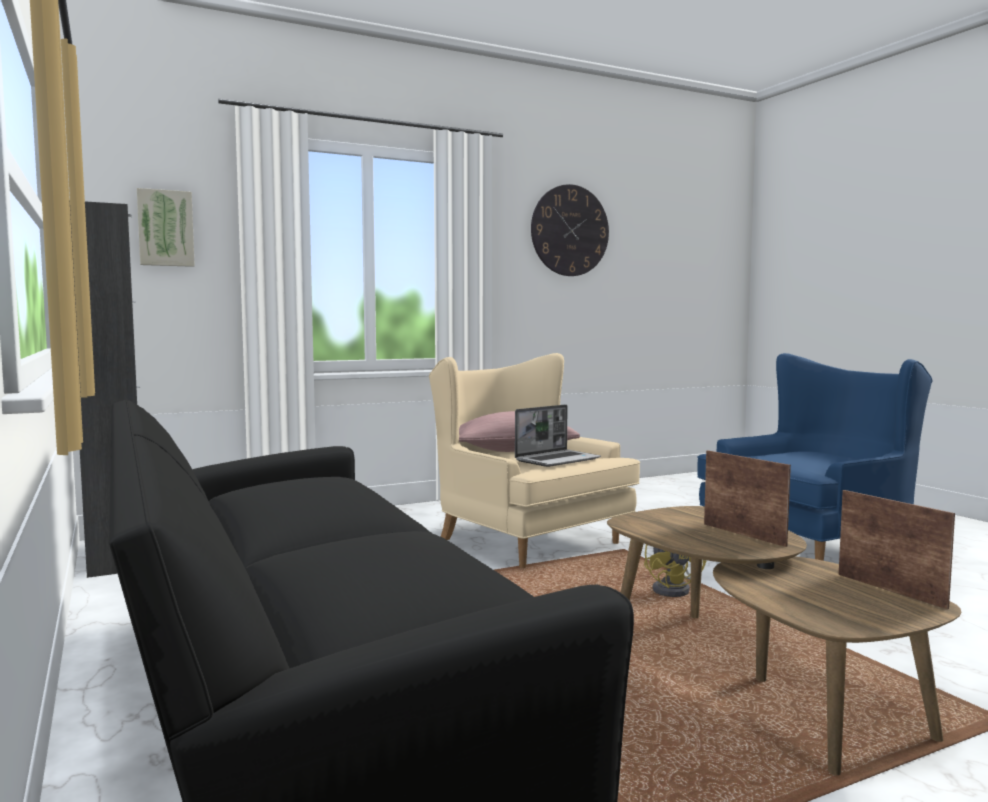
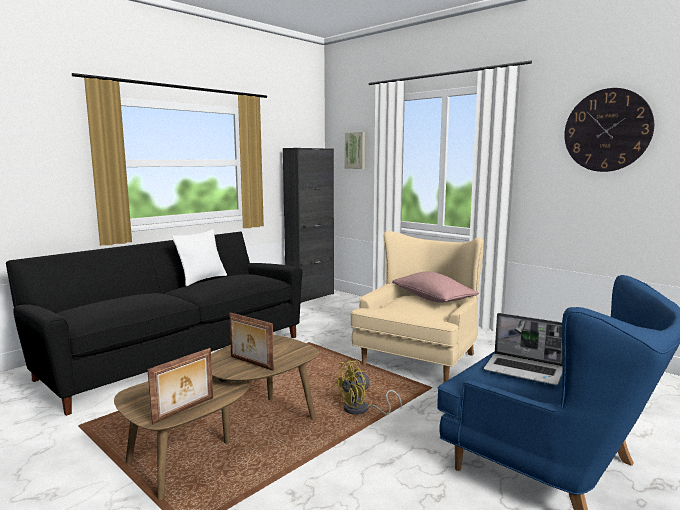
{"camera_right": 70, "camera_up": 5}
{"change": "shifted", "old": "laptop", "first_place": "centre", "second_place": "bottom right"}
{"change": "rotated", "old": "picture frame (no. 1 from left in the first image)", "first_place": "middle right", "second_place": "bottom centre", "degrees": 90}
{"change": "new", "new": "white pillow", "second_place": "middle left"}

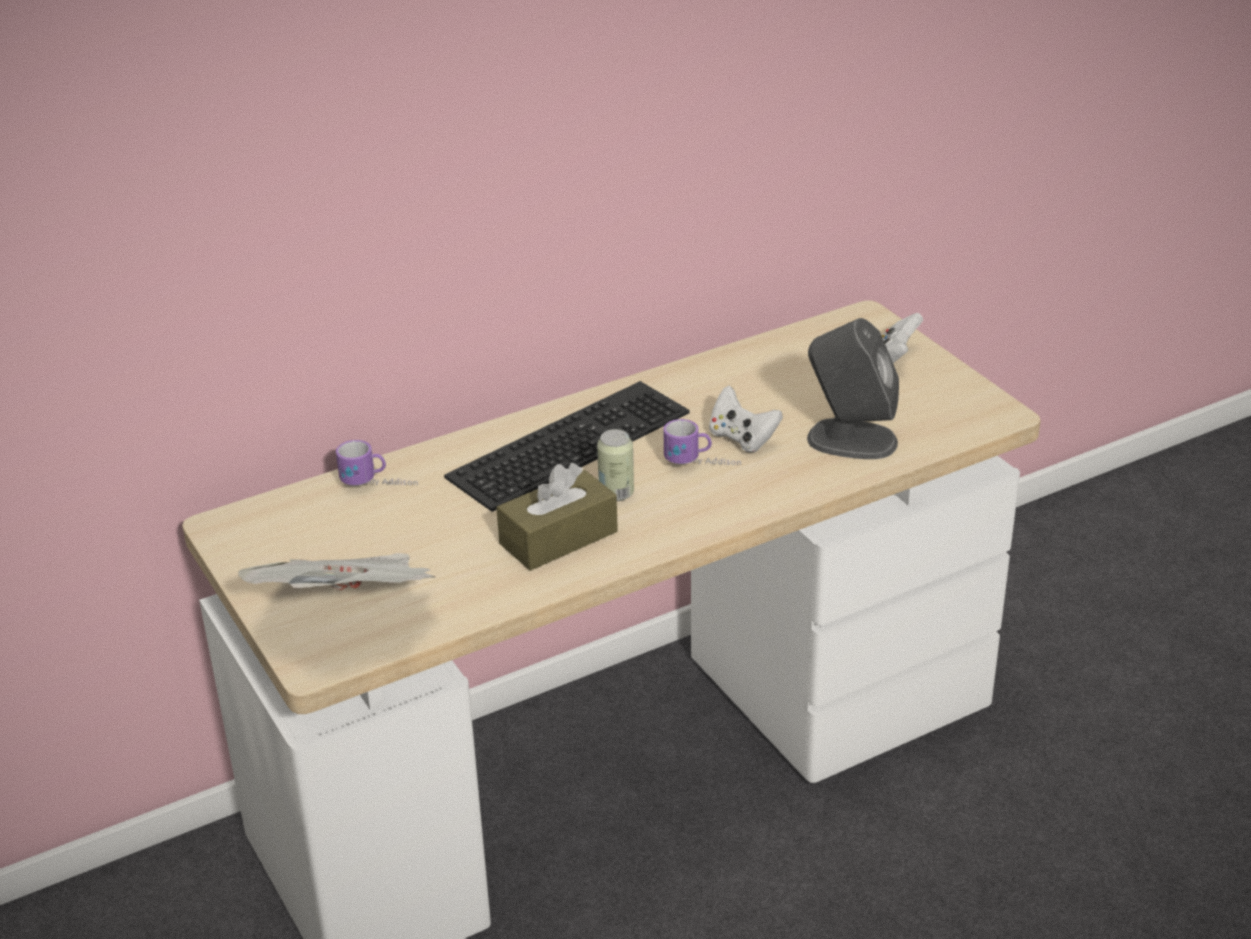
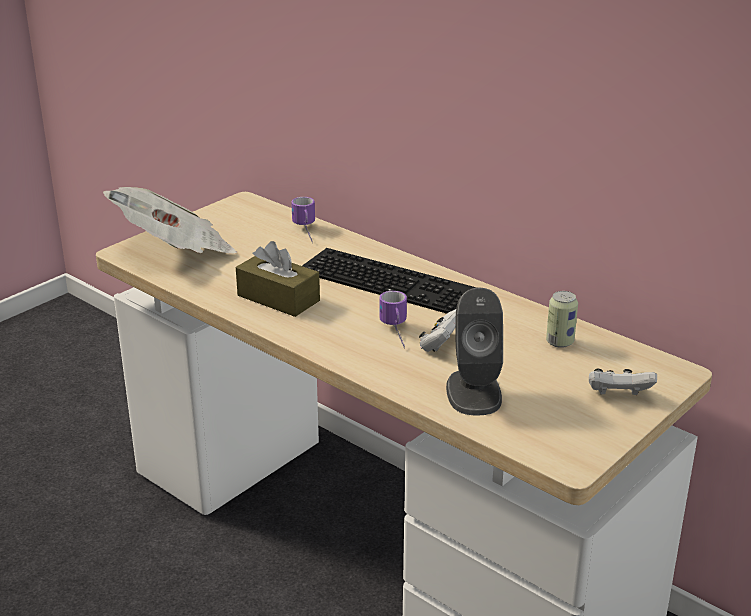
{"camera_right": 70, "camera_up": -5}
{"change": "shifted", "old": "can", "first_place": "centre", "second_place": "middle right"}

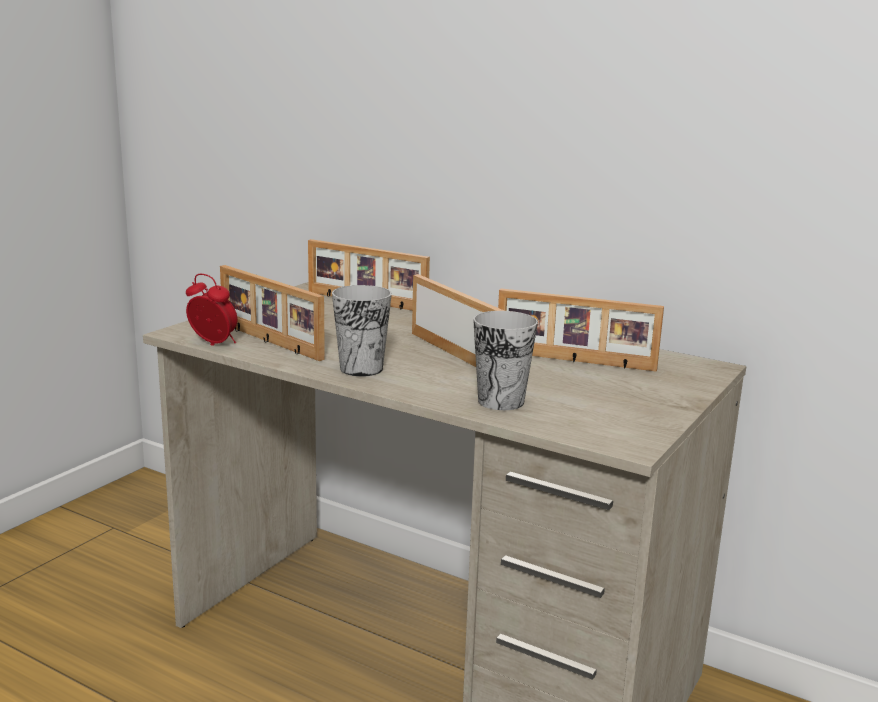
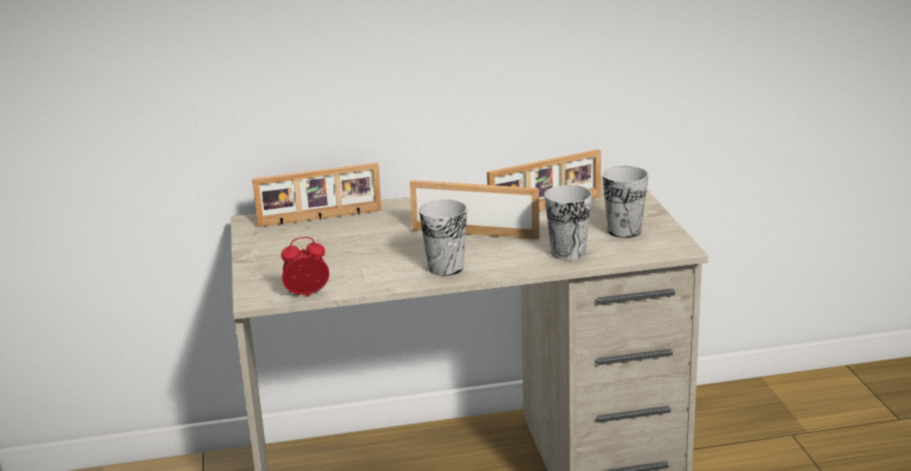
{"camera_right": -40, "camera_up": 5}
{"change": "gone", "old": "picture frame (no. 1 from left)", "first_place": "middle left"}
{"change": "new", "new": "cup (no. 3 from left)", "second_place": "middle right"}

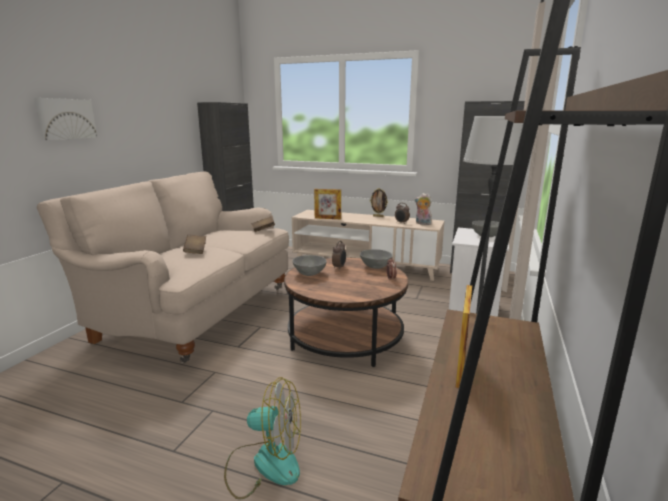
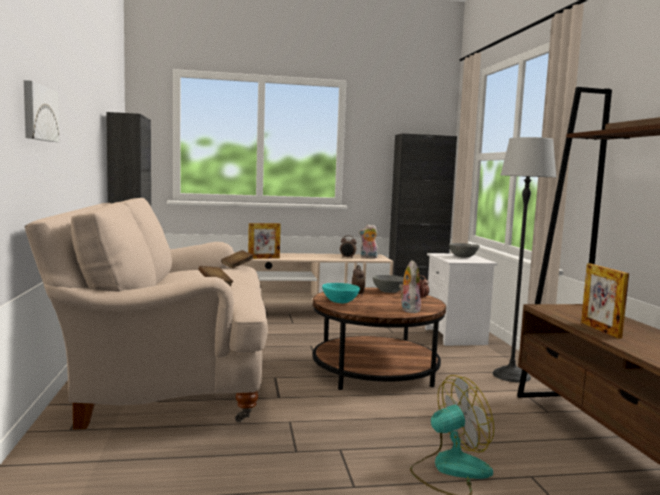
{"camera_right": -30, "camera_up": -10}
{"change": "gone", "old": "picture frame (no. 2 from left)", "first_place": "centre"}
{"change": "repainted", "old": "grey bowl (no. 1 from left)", "new": "turquoise bowl", "first_place": "centre", "second_place": "centre"}
{"change": "new", "new": "plush toy (no. 2 from left)", "second_place": "centre"}

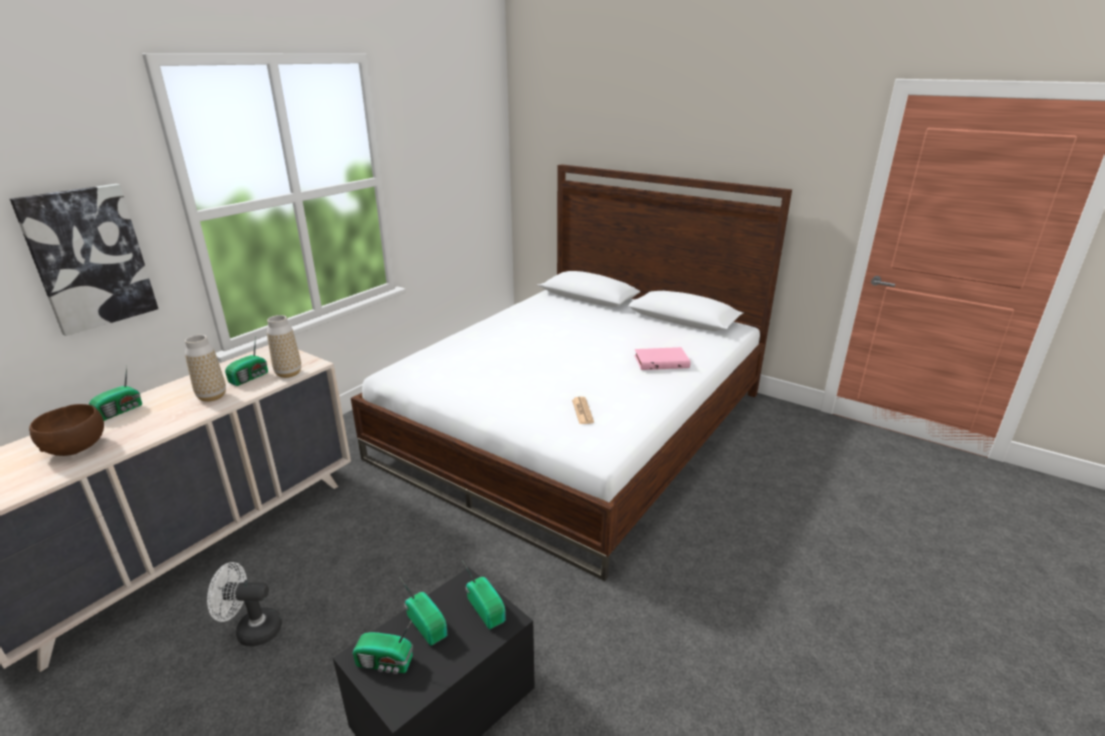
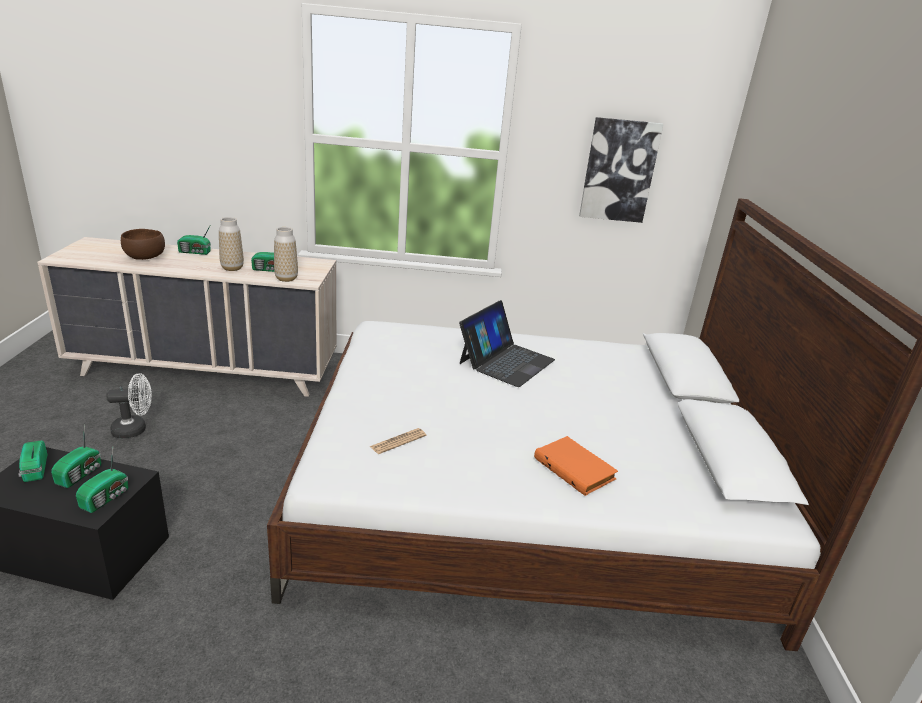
{"camera_right": 55, "camera_up": 0}
{"change": "shifted", "old": "picture", "first_place": "middle left", "second_place": "top right"}
{"change": "repainted", "old": "pink book", "new": "orange book", "first_place": "centre", "second_place": "centre"}
{"change": "rotated", "old": "white fan", "first_place": "bottom left", "second_place": "middle left", "degrees": 105}
{"change": "new", "new": "laptop", "second_place": "centre"}

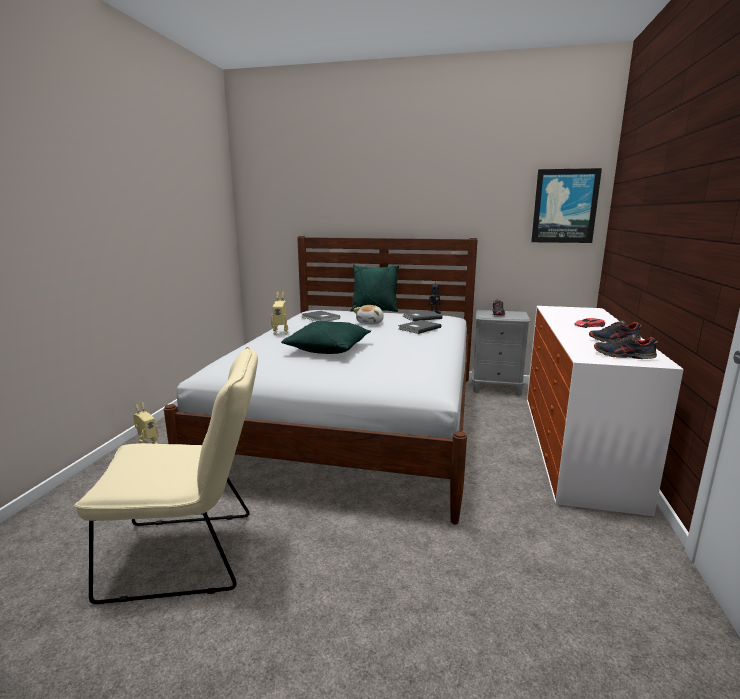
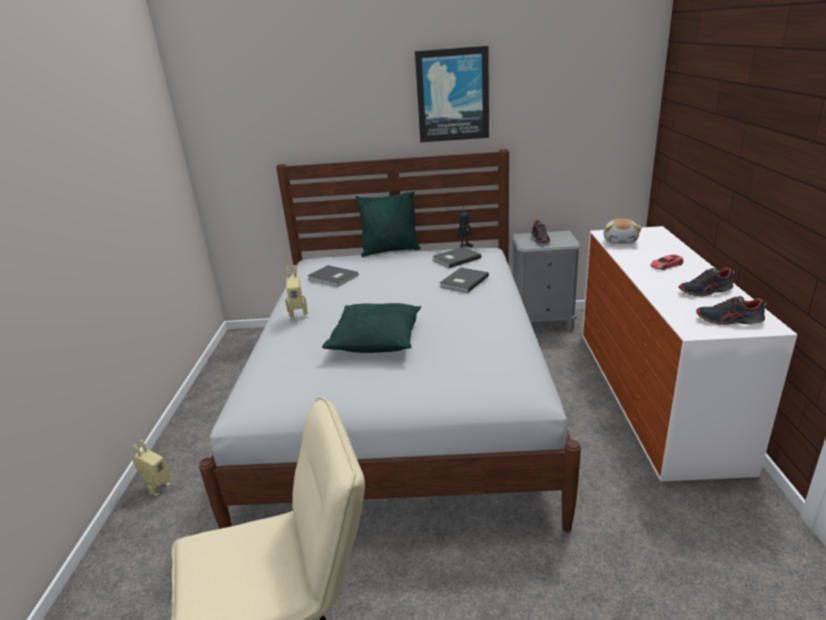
{"camera_right": -10, "camera_up": 10}
{"change": "shifted", "old": "picture", "first_place": "top right", "second_place": "top centre"}
{"change": "shifted", "old": "plush toy", "first_place": "centre", "second_place": "middle right"}

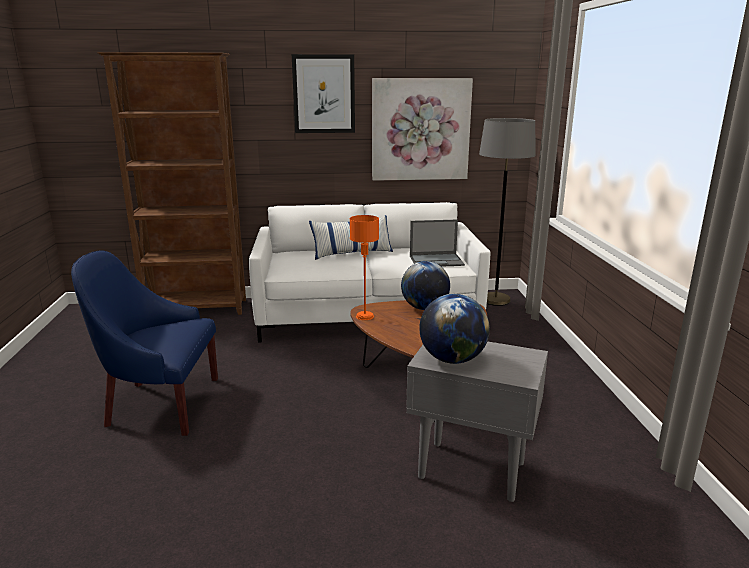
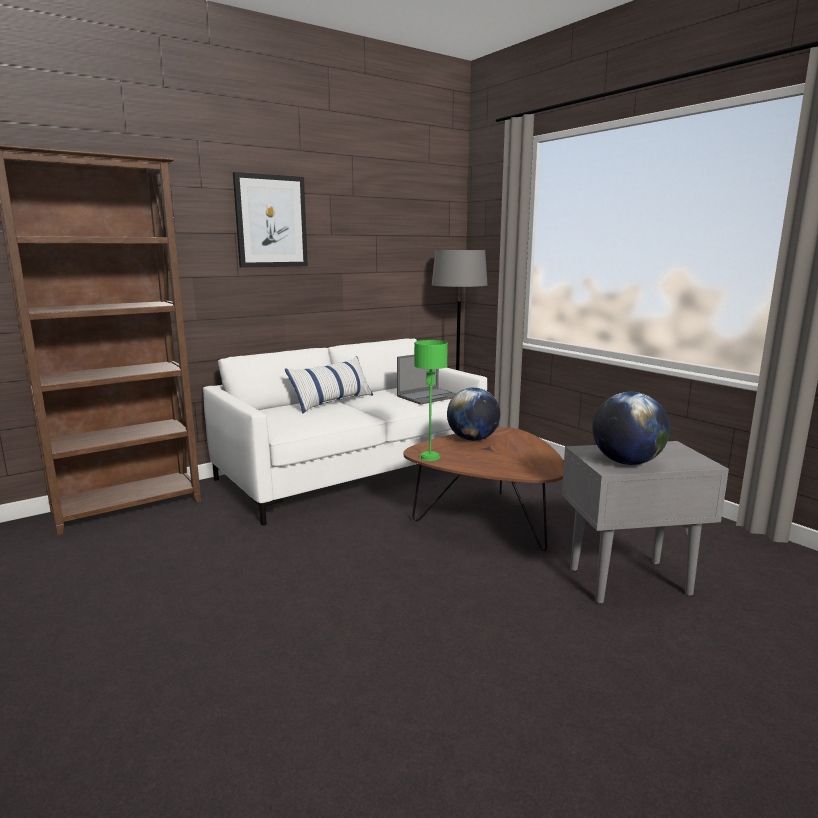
{"camera_right": -30, "camera_up": -5}
{"change": "gone", "old": "picture (no. 2 from left)", "first_place": "top centre"}
{"change": "repainted", "old": "orange table lamp", "new": "green table lamp", "first_place": "centre", "second_place": "centre"}
{"change": "gone", "old": "blue armchair", "first_place": "middle left"}

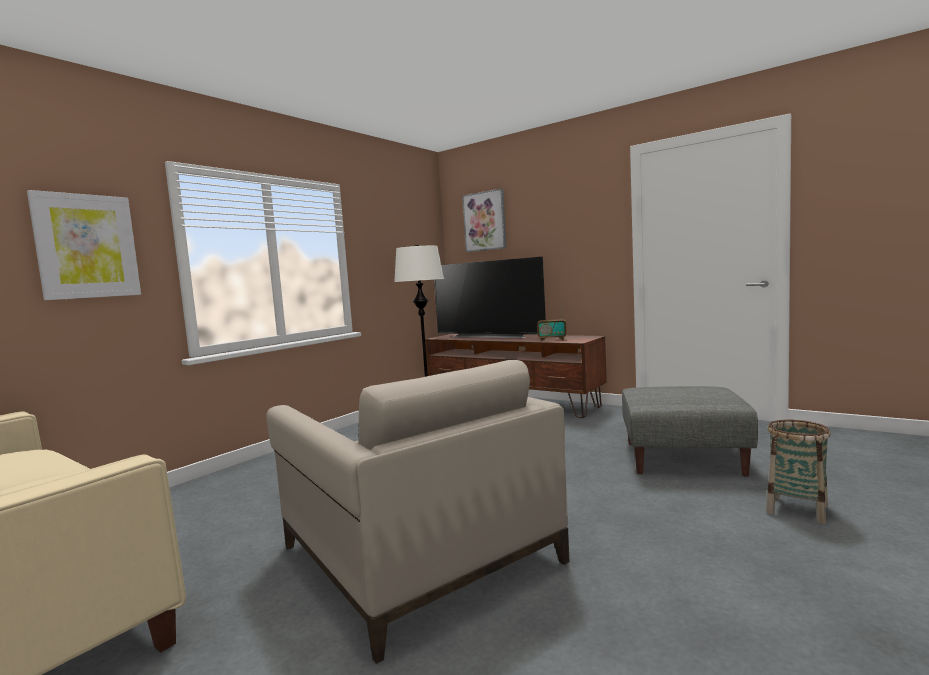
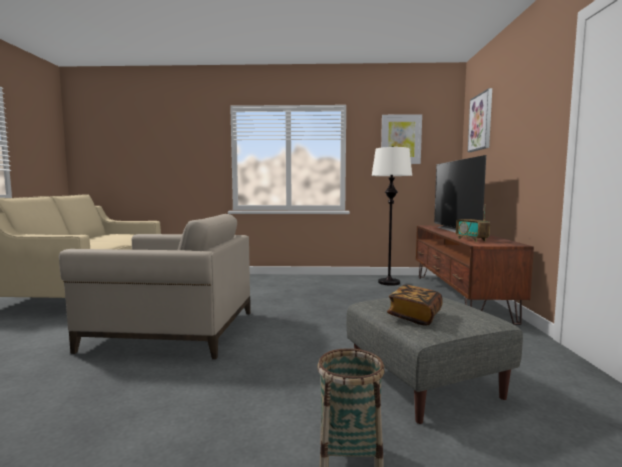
{"camera_right": 55, "camera_up": 0}
{"change": "shifted", "old": "picture (no. 1 from left)", "first_place": "middle left", "second_place": "top centre"}
{"change": "rotated", "old": "beige armchair", "first_place": "bottom centre", "second_place": "middle left", "degrees": -105}
{"change": "new", "new": "book", "second_place": "middle right"}

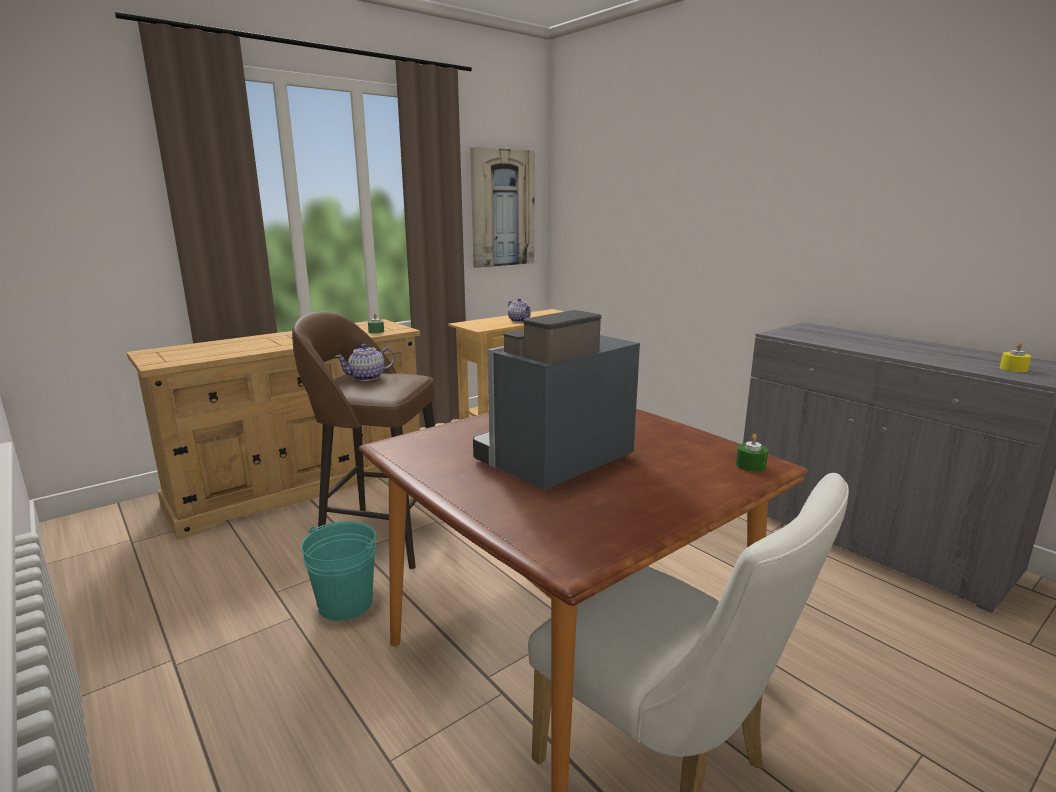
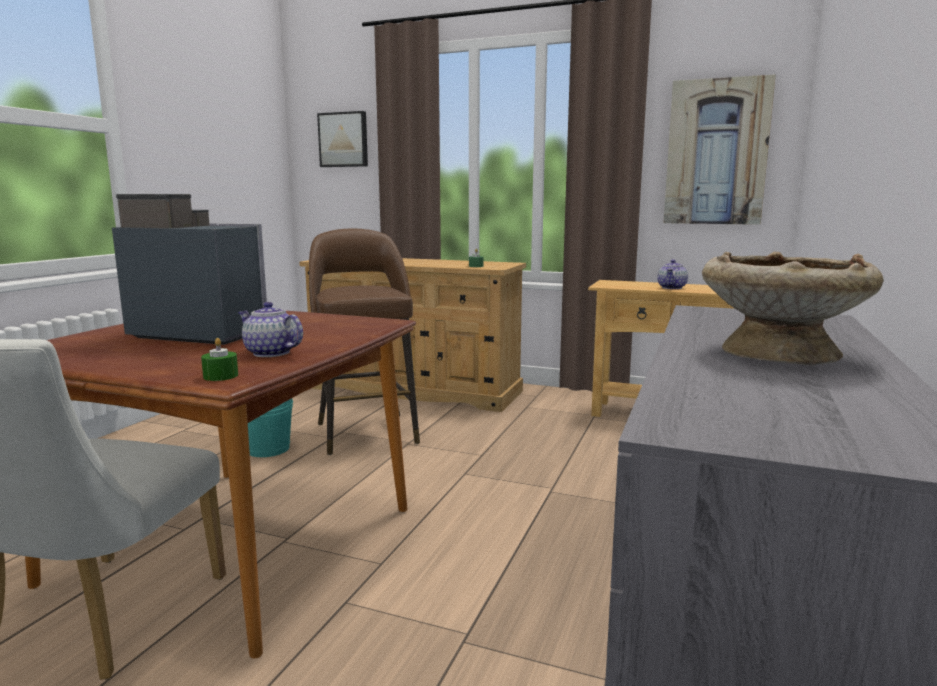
{"camera_right": 60, "camera_up": -5}
{"change": "gone", "old": "yellow candle", "first_place": "middle right"}
{"change": "shifted", "old": "teapot (no. 1 from left)", "first_place": "centre", "second_place": "middle left"}
{"change": "new", "new": "picture (no. 1 from left)", "second_place": "top centre"}
{"change": "new", "new": "beige bowl", "second_place": "middle right"}

